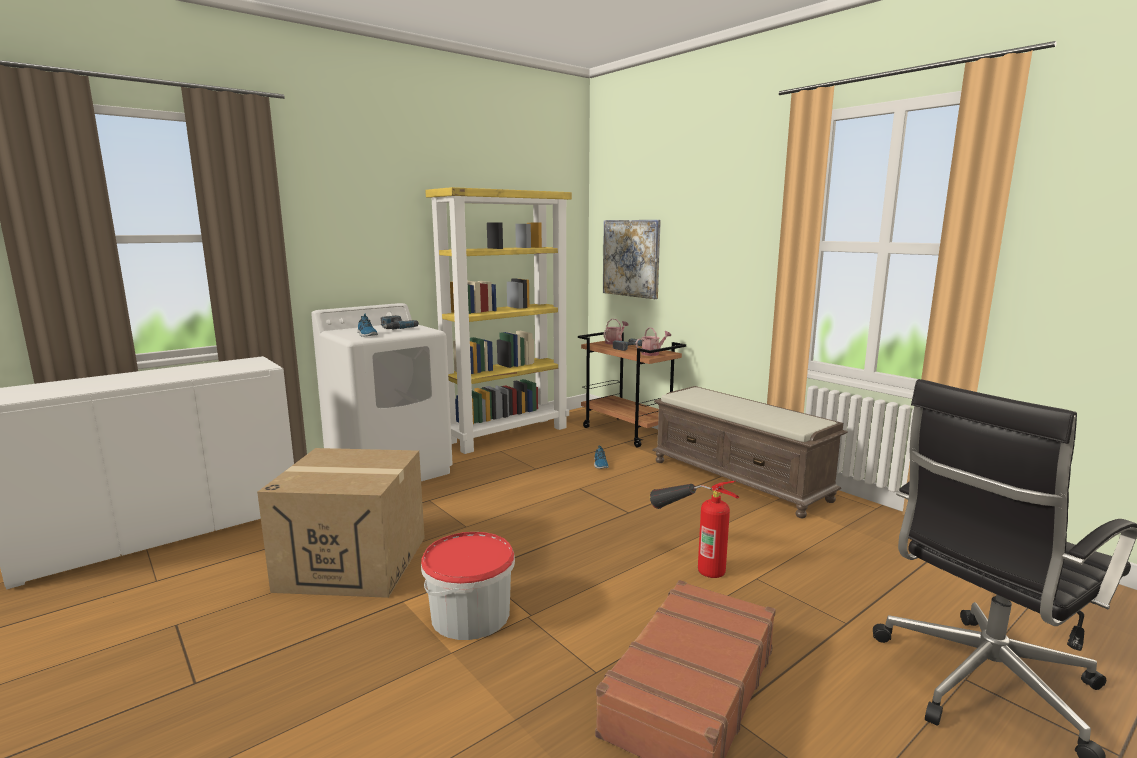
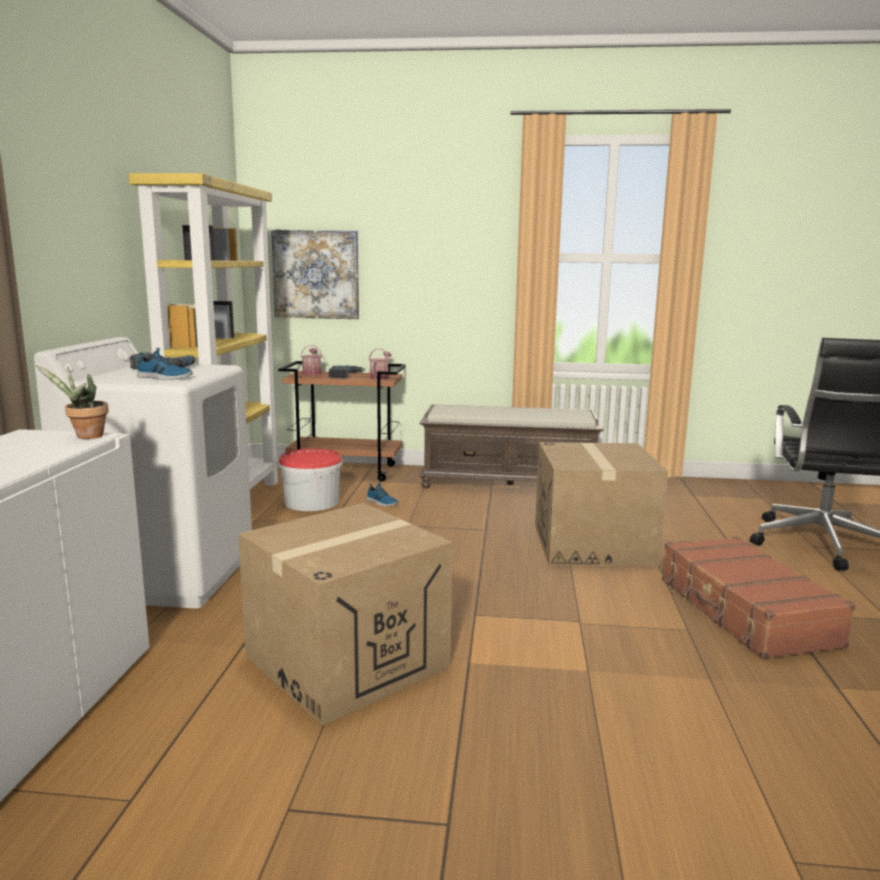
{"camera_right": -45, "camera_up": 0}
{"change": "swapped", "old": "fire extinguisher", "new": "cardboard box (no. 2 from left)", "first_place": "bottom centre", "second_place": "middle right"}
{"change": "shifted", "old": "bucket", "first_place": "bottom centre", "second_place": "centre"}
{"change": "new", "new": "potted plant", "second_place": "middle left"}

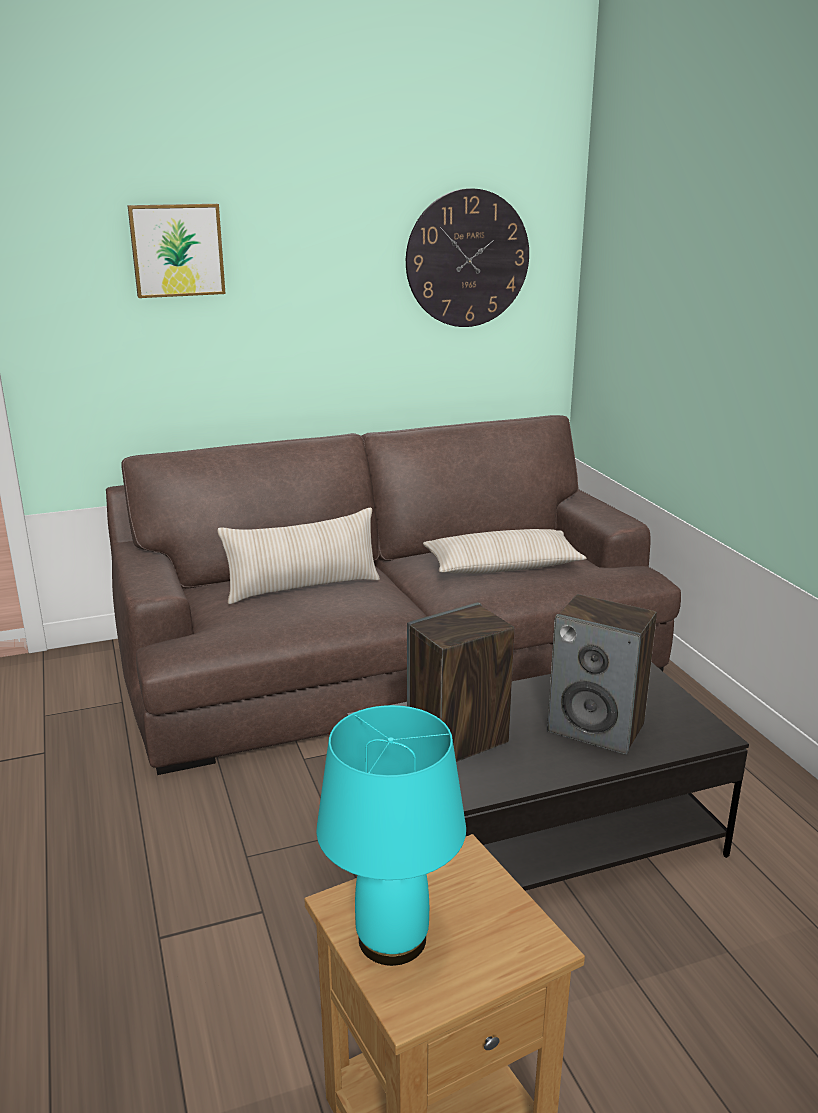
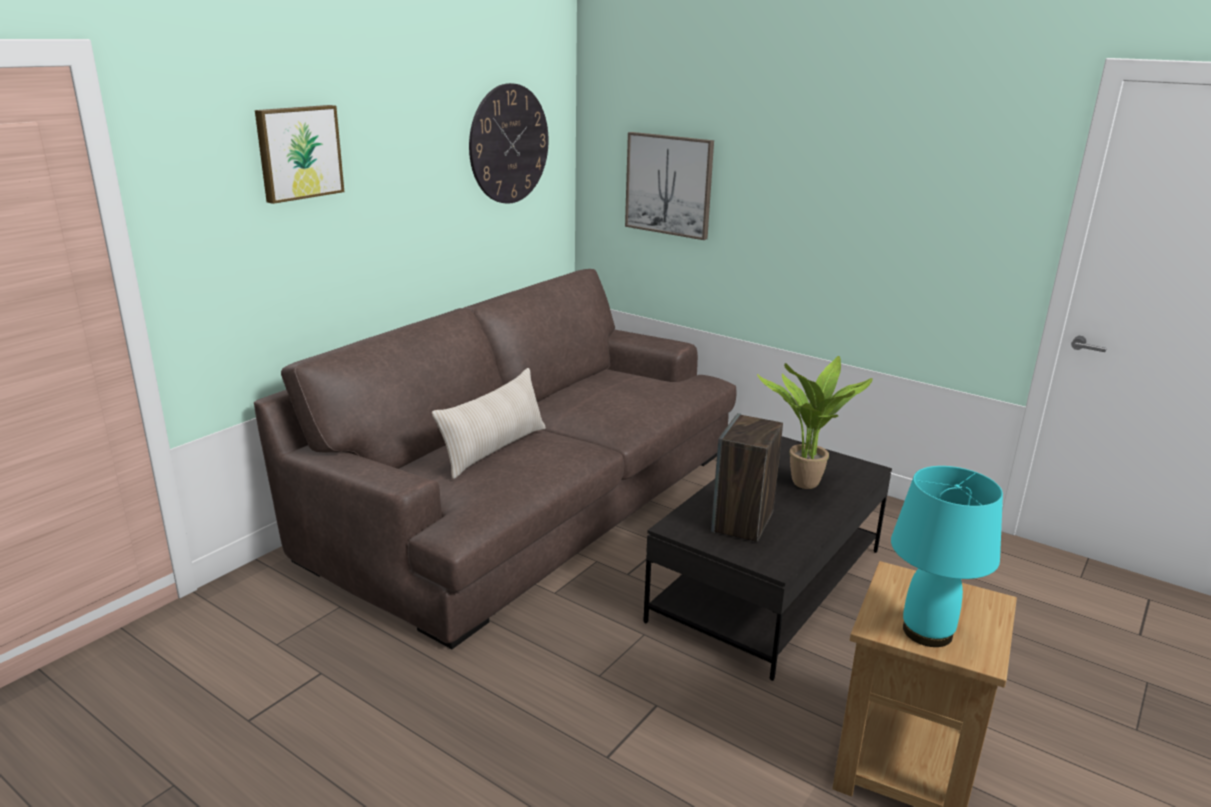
{"camera_right": -35, "camera_up": 0}
{"change": "gone", "old": "beige pillow (no. 2 from left)", "first_place": "centre"}
{"change": "swapped", "old": "speaker (no. 2 from left)", "new": "potted plant", "first_place": "middle right", "second_place": "middle right"}
{"change": "new", "new": "picture (no. 2 from left)", "second_place": "top centre"}

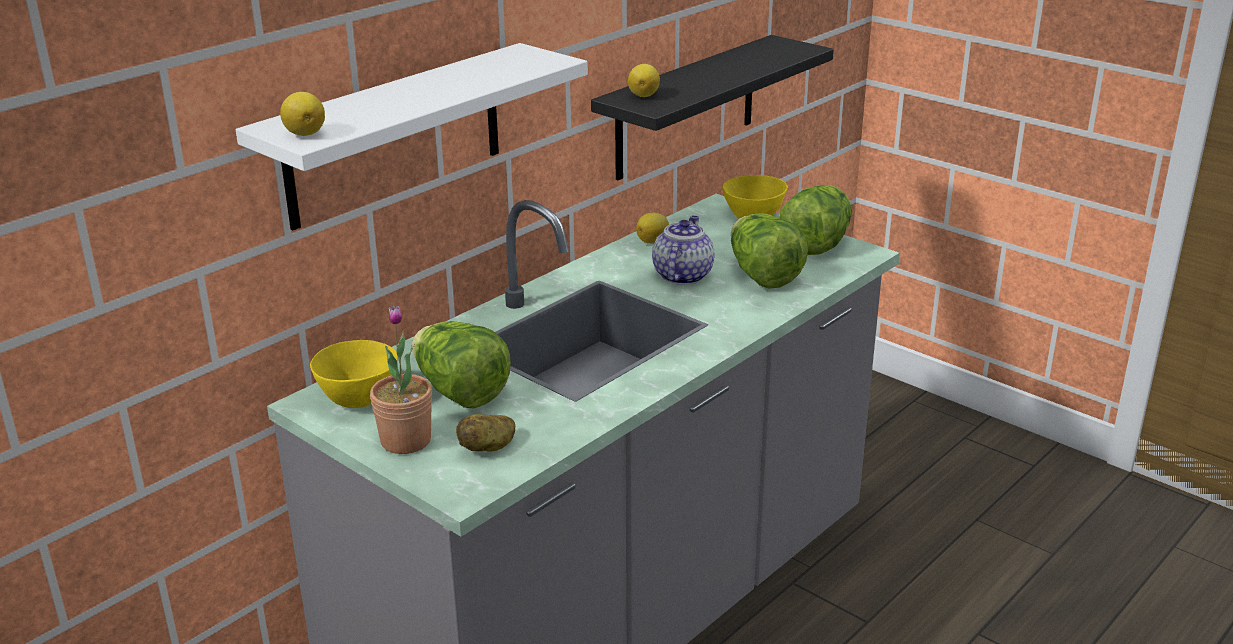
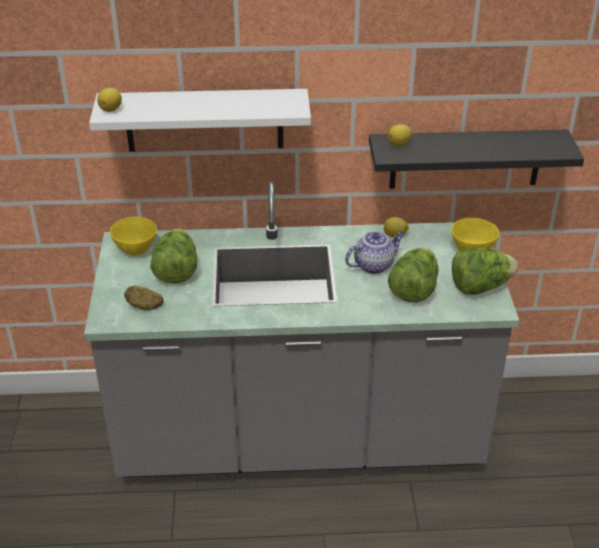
{"camera_right": 45, "camera_up": 10}
{"change": "gone", "old": "potted plant", "first_place": "middle left"}

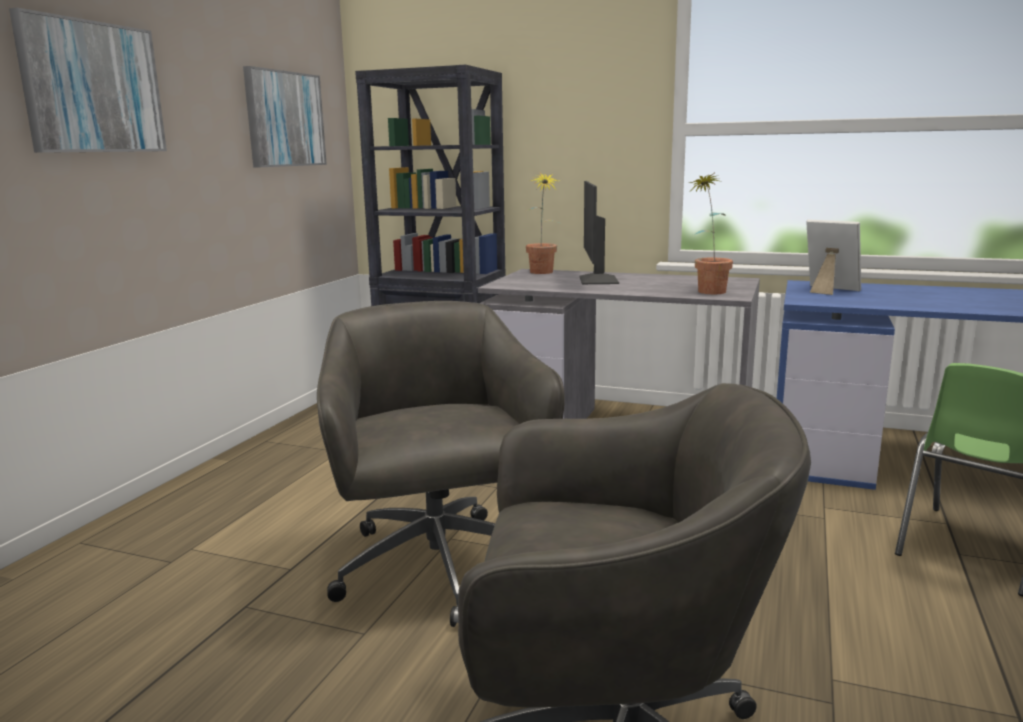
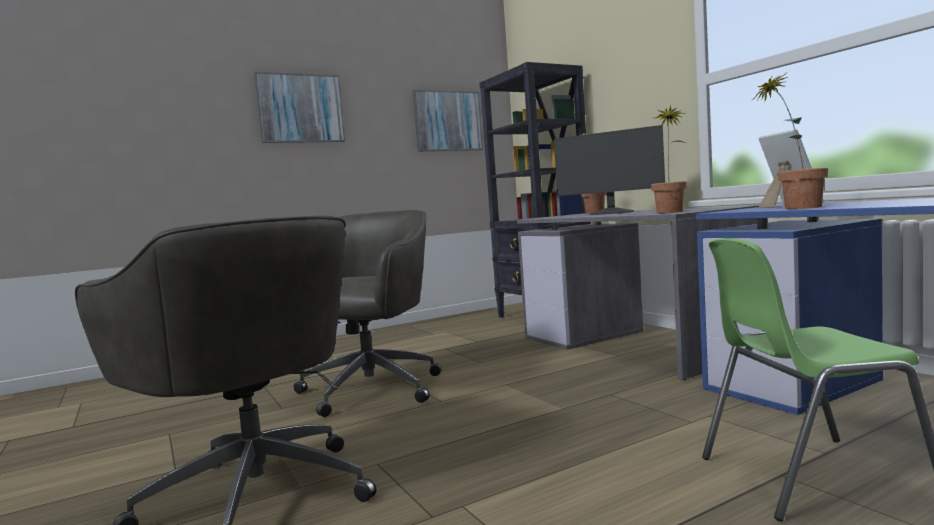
{"camera_right": 40, "camera_up": -10}
{"change": "rotated", "old": "monitor", "first_place": "top centre", "second_place": "top centre", "degrees": -105}
{"change": "new", "new": "potted plant (no. 3 from left)", "second_place": "top right"}

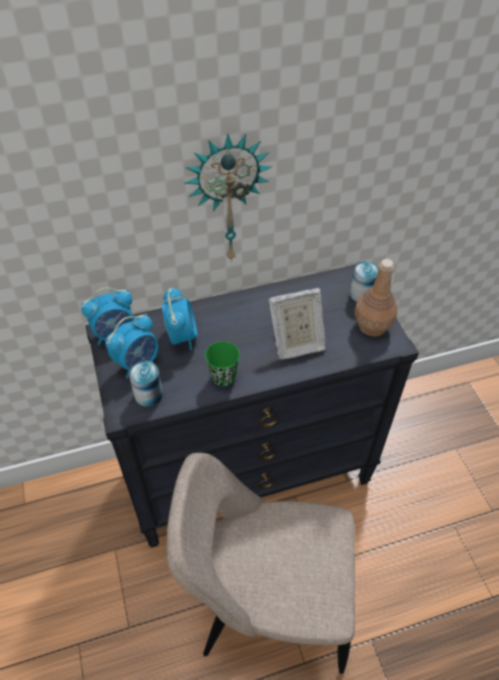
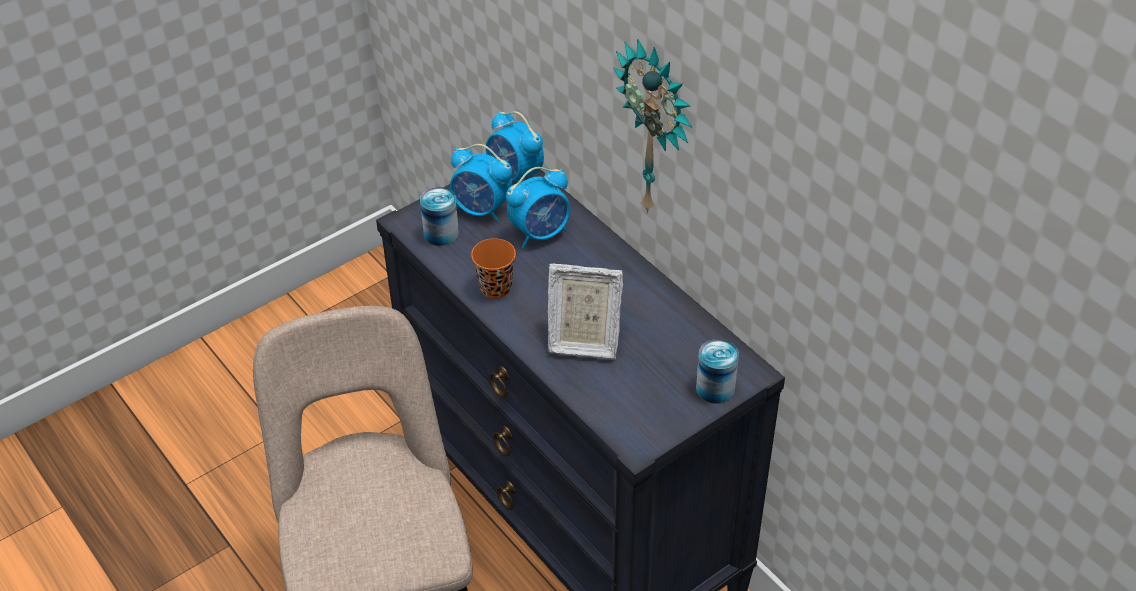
{"camera_right": 70, "camera_up": -5}
{"change": "gone", "old": "brown bottle", "first_place": "middle right"}
{"change": "rotated", "old": "picture frame", "first_place": "centre", "second_place": "centre", "degrees": -45}
{"change": "repainted", "old": "green cup", "new": "orange cup", "first_place": "centre", "second_place": "centre"}

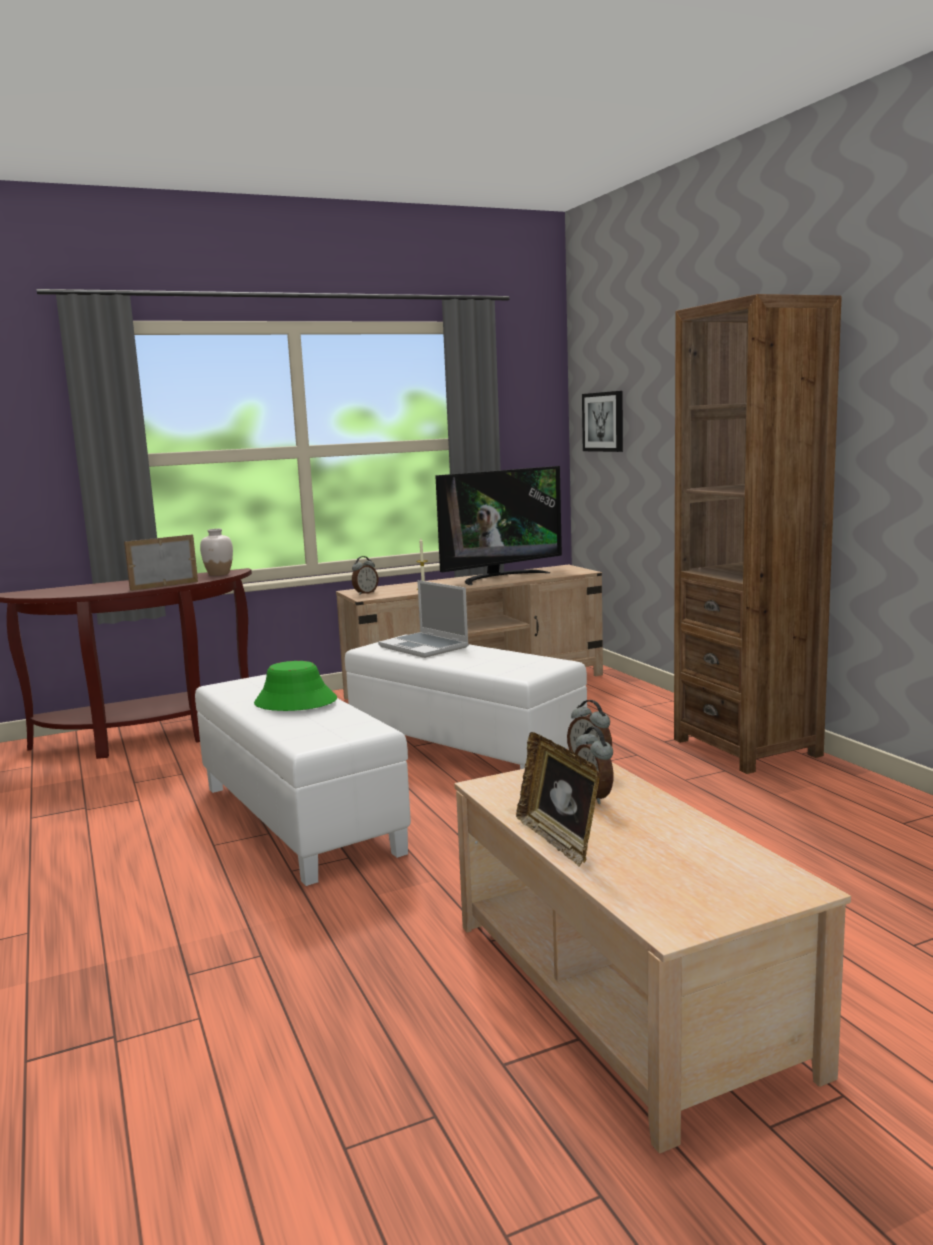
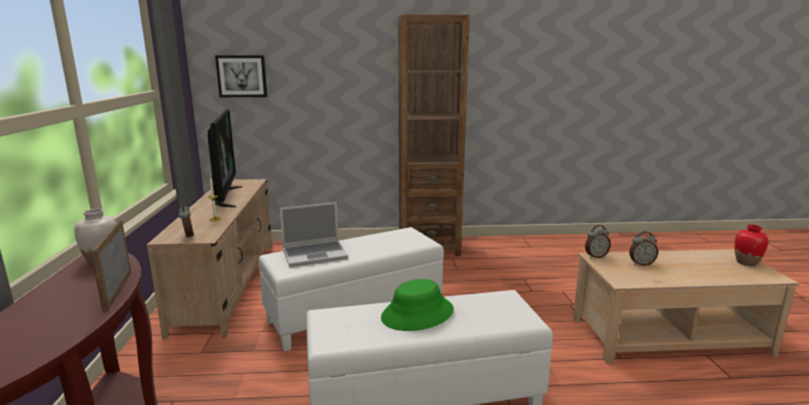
{"camera_right": -70, "camera_up": 5}
{"change": "gone", "old": "picture frame (no. 2 from left)", "first_place": "centre"}
{"change": "new", "new": "red vase", "second_place": "middle right"}

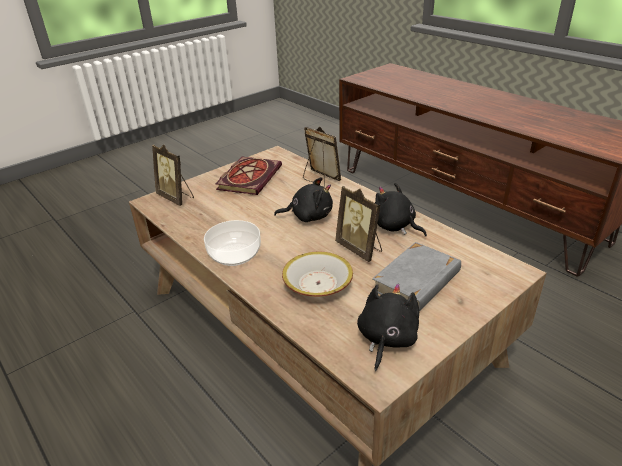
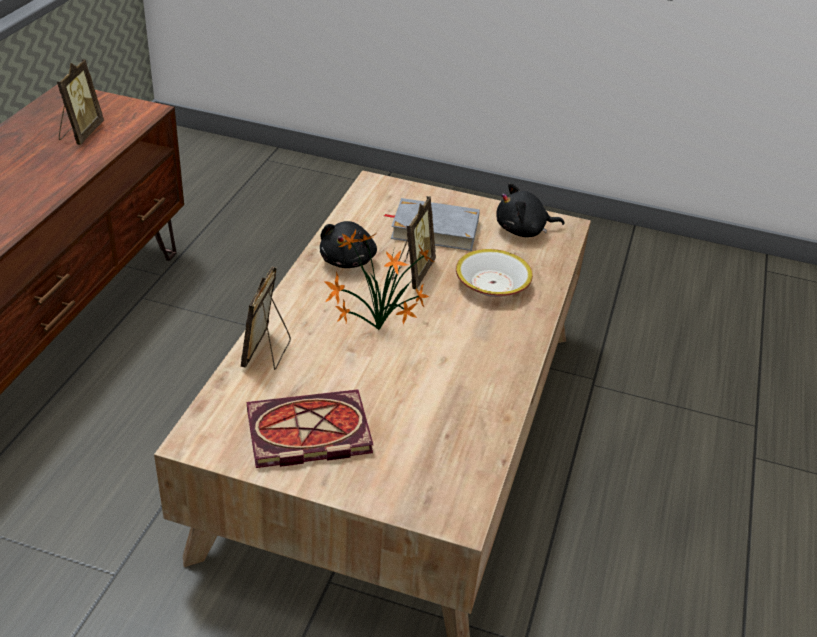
{"camera_right": -125, "camera_up": 5}
{"change": "shifted", "old": "picture frame (no. 1 from left)", "first_place": "middle left", "second_place": "top left"}
{"change": "swapped", "old": "black plush toy (no. 1 from left)", "new": "potted plant", "first_place": "centre", "second_place": "centre"}
{"change": "gone", "old": "bowl (no. 1 from left)", "first_place": "centre"}

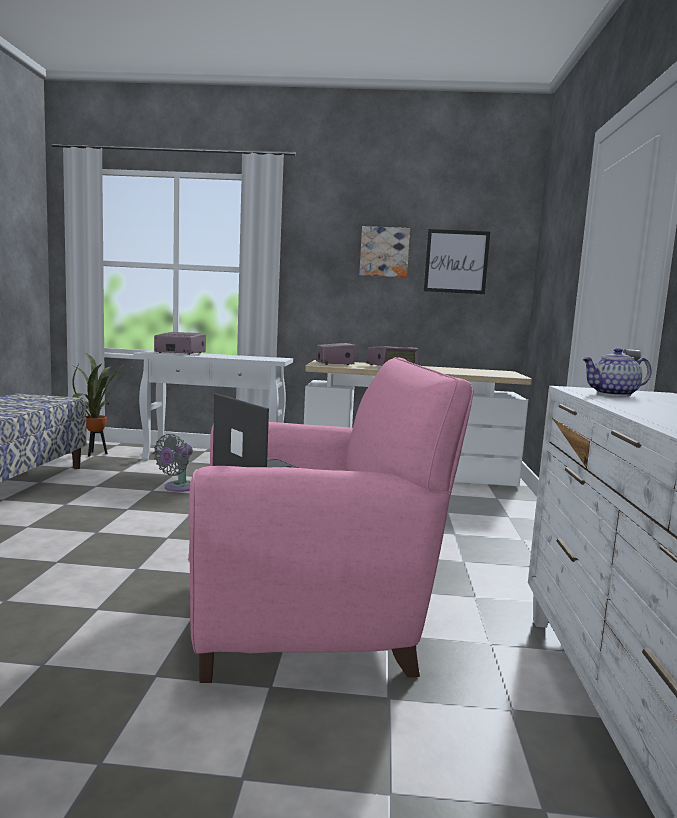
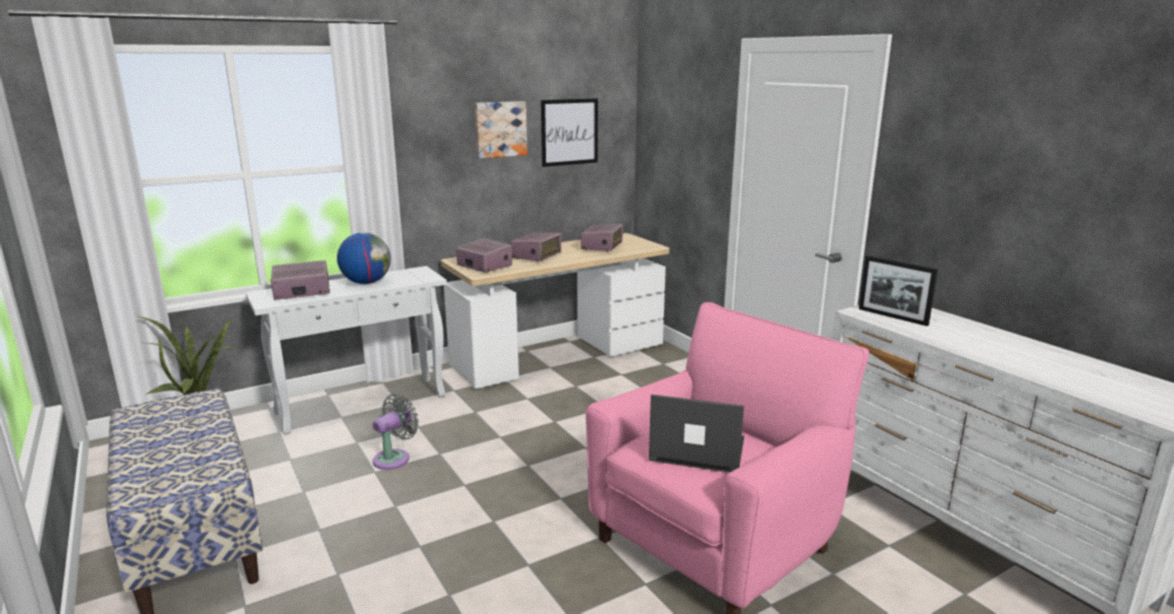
{"camera_right": -35, "camera_up": 10}
{"change": "swapped", "old": "teapot", "new": "picture frame", "first_place": "middle right", "second_place": "middle right"}
{"change": "rotated", "old": "grey fan", "first_place": "middle left", "second_place": "bottom centre", "degrees": -135}
{"change": "new", "new": "radio (no. 4 from left)", "second_place": "centre"}
{"change": "new", "new": "globe", "second_place": "middle left"}

